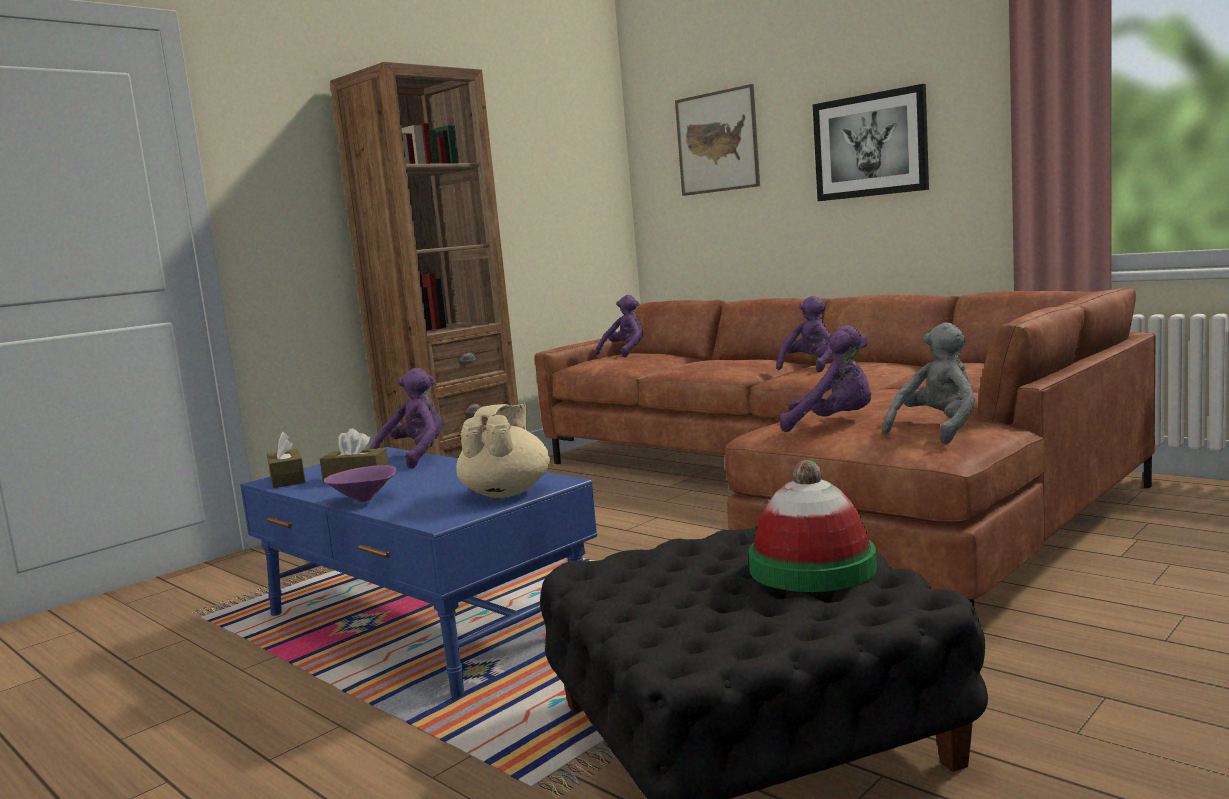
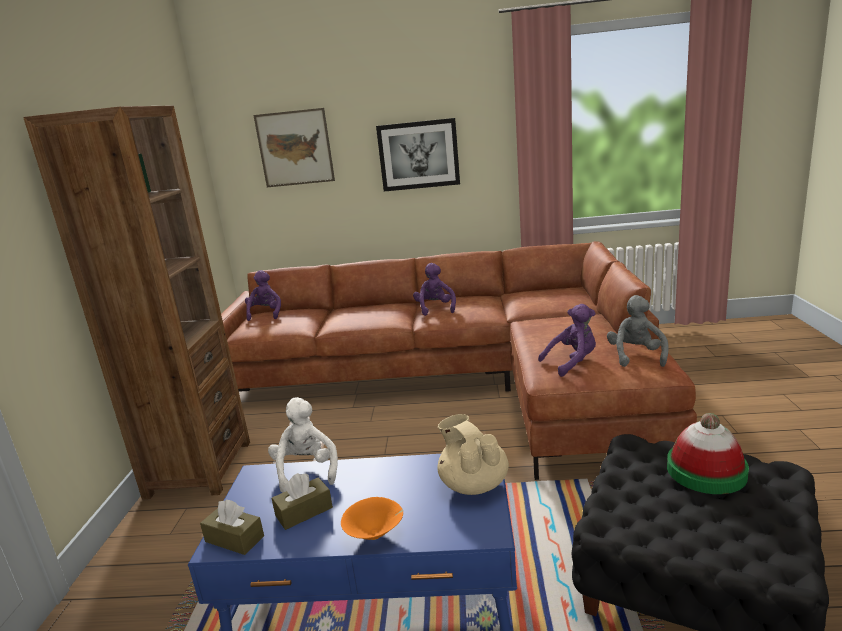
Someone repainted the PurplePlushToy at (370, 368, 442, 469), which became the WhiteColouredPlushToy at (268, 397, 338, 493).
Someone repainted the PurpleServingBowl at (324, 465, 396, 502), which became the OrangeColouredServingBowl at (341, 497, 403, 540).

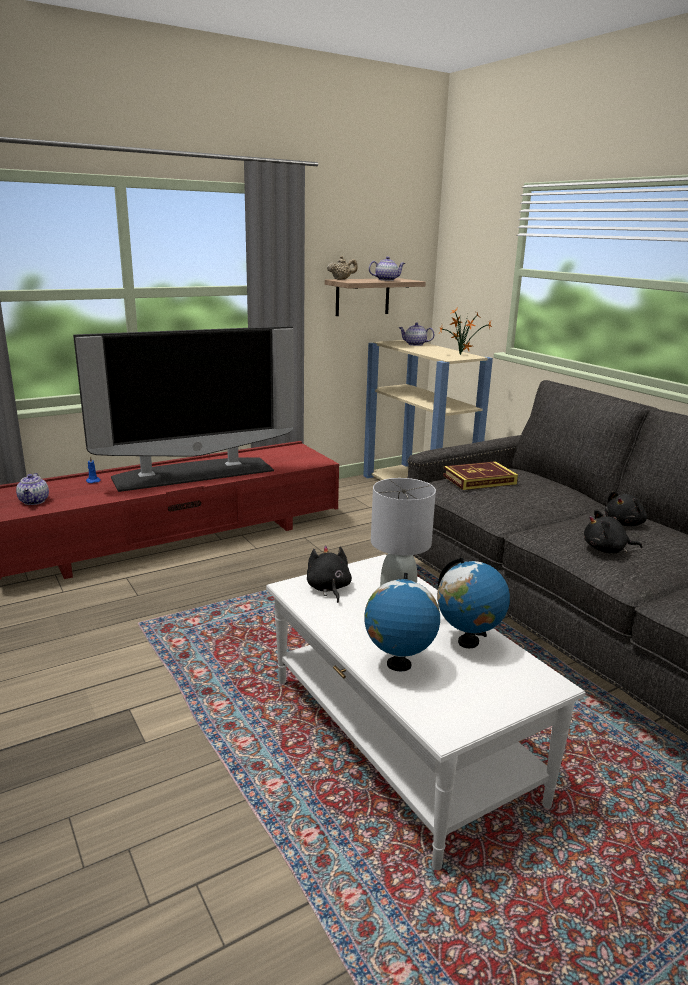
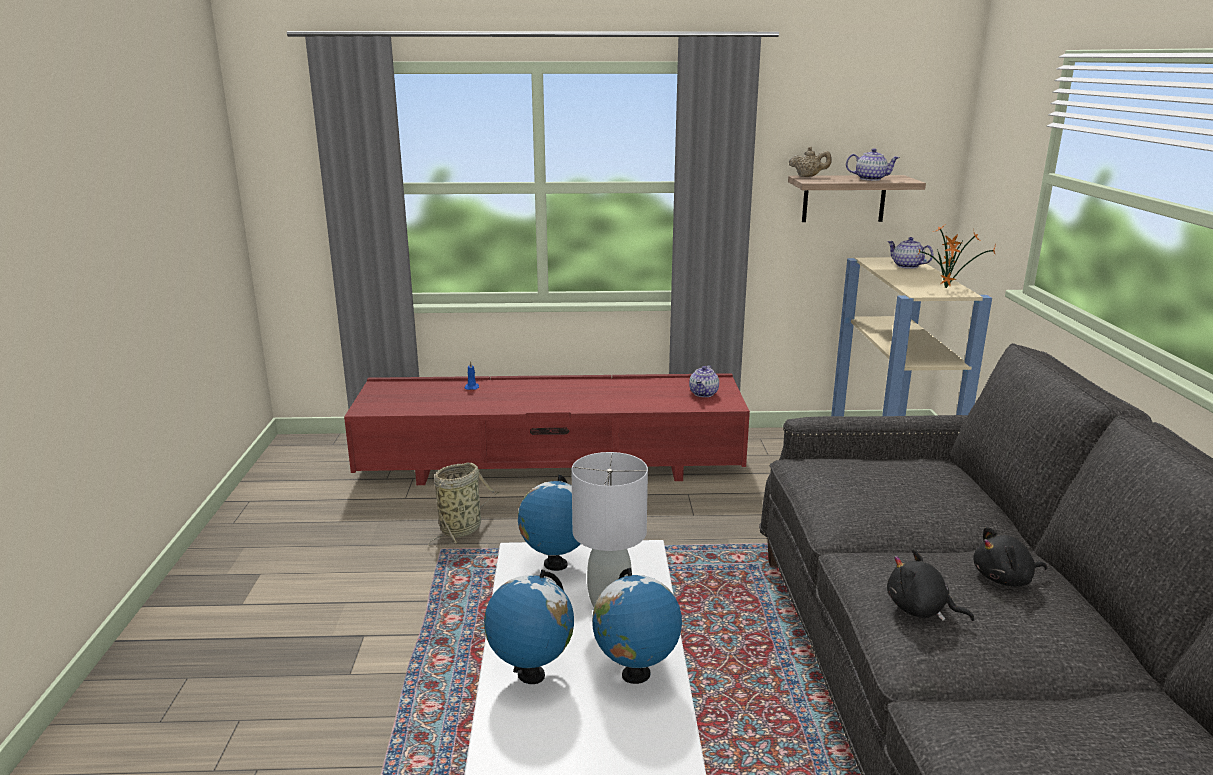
Someone took away the Television at (73, 326, 294, 492).
Someone took away the Book at (443, 461, 518, 490).
Someone carried the TeaPot from (16, 473, 49, 505) to (689, 365, 719, 397).
Someone swapped the BlackColouredPlushToy at (307, 546, 352, 603) for the DeskGlobe at (518, 475, 580, 571).
Someone put down the Basket at (428, 463, 500, 546).

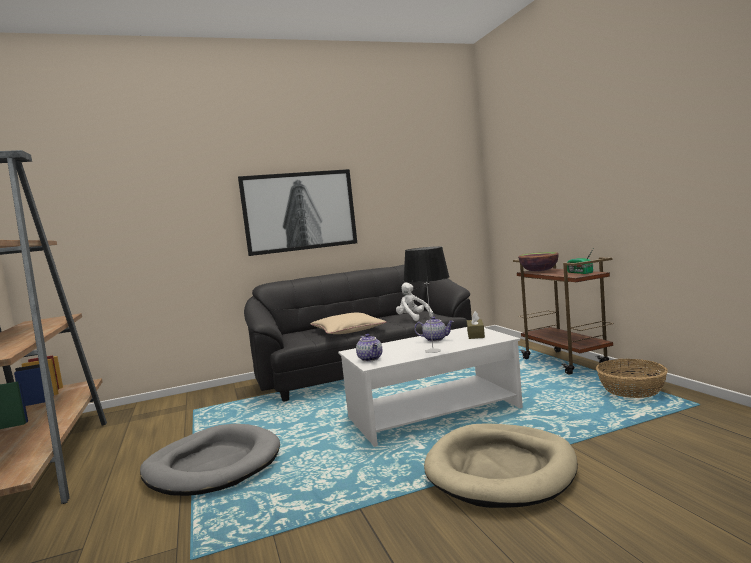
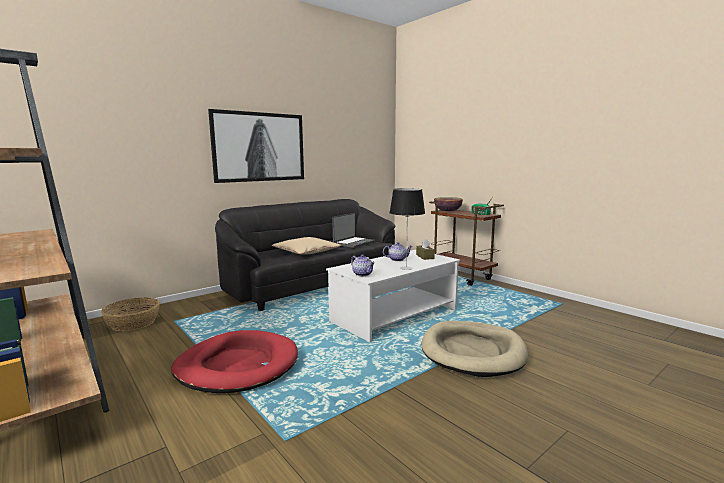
Someone swapped the WhiteColouredPlushToy at (396, 282, 434, 321) for the NotebookComputer at (332, 213, 375, 248).
Someone carried the Basket from (596, 359, 668, 398) to (101, 297, 160, 331).
Someone repainted the GrayDogCushion at (140, 424, 280, 496), which became the RedColouredDogCushion at (171, 330, 298, 393).

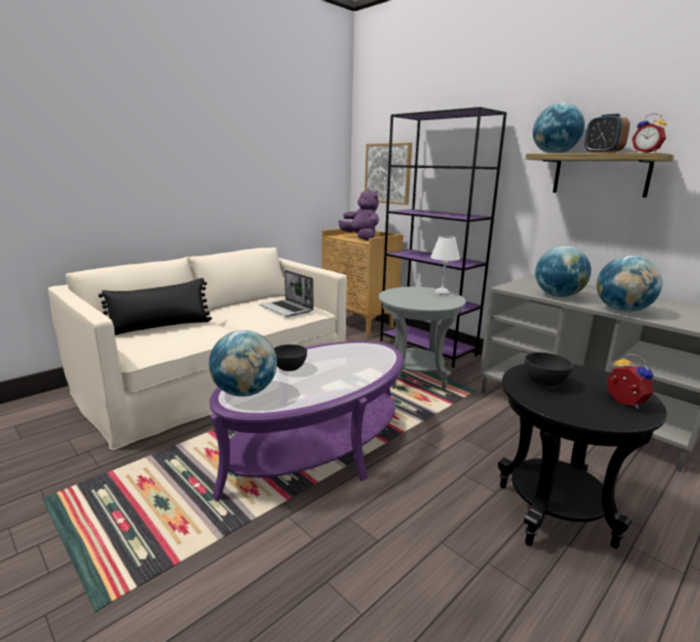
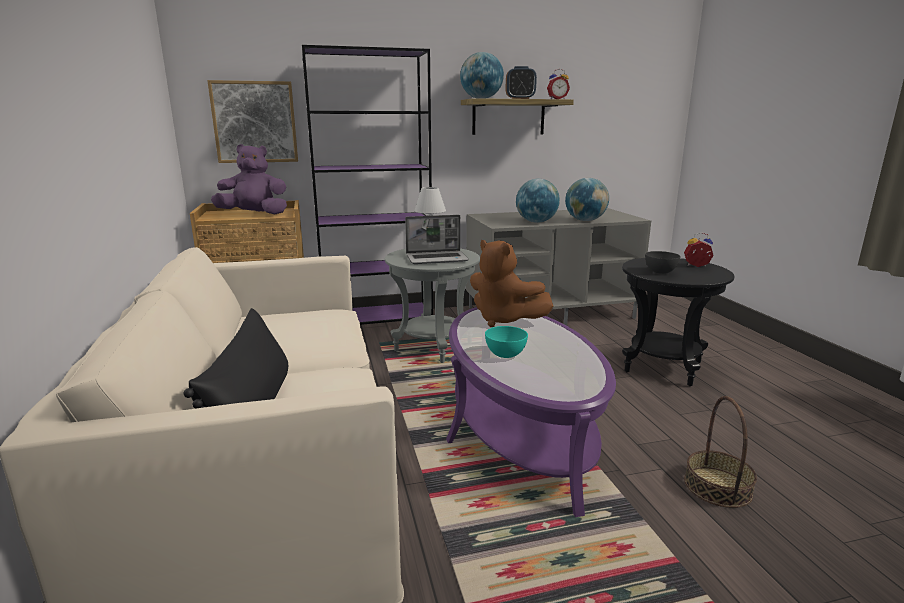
Someone carried the NotebookComputer from (259, 270, 313, 317) to (405, 215, 469, 264).
Someone took away the DeskGlobe at (209, 330, 277, 397).
Someone repainted the GrayServingBowl at (274, 344, 307, 371), which became the BlueGreenServingBowl at (485, 326, 528, 358).
Someone put down the BrownishPlushToy at (470, 240, 553, 327).
Someone put down the Basket at (684, 396, 757, 508).

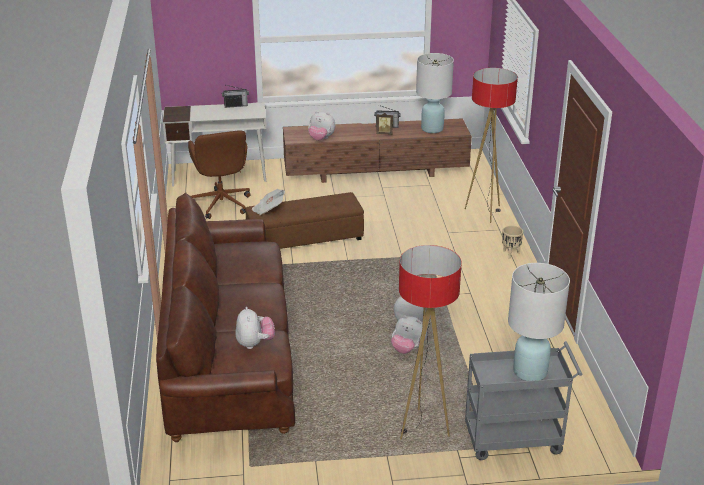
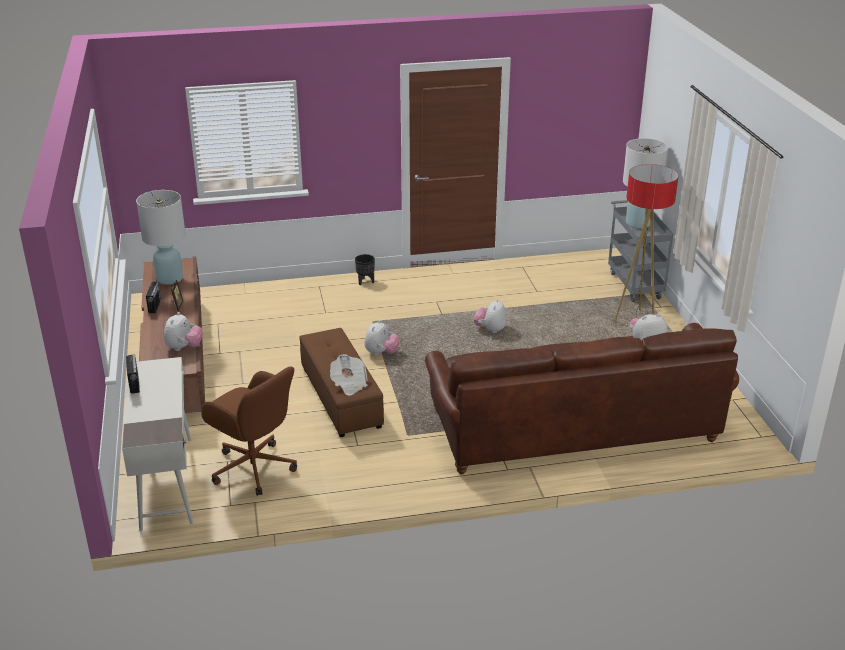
Someone took away the StandardLamp at (465, 68, 518, 223).
Someone rotated the BrownishComputerChair at (188, 130, 251, 219) by 60 degrees clockwise.
Someone repainted the SandColouredPlantPot at (502, 226, 523, 259), which became the BlackColouredPlantPot at (355, 254, 375, 285).
Someone carried the PlushToy from (391, 315, 427, 354) to (365, 320, 400, 356).

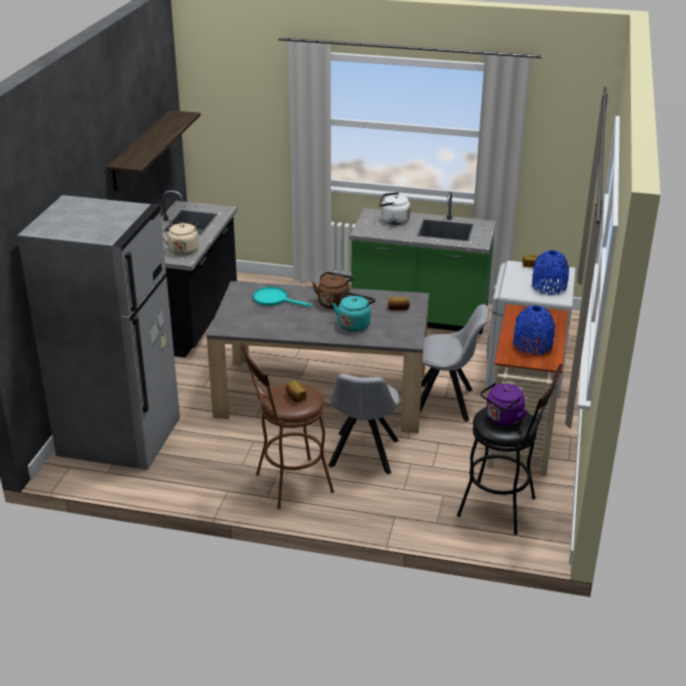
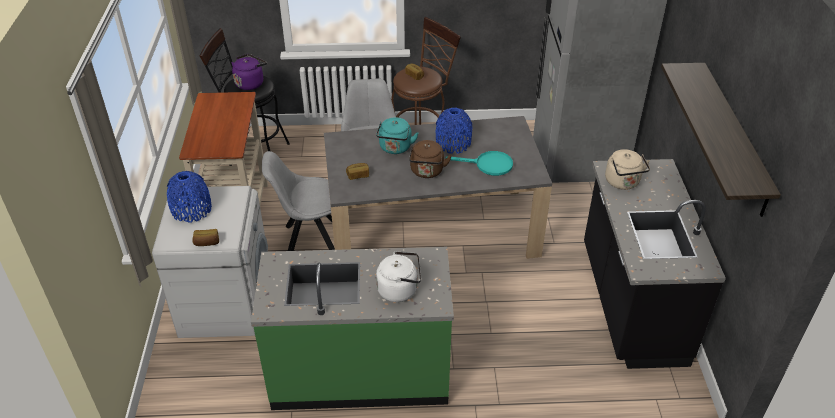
Someone carried the BlueVase from (513, 305, 555, 355) to (436, 107, 473, 154).

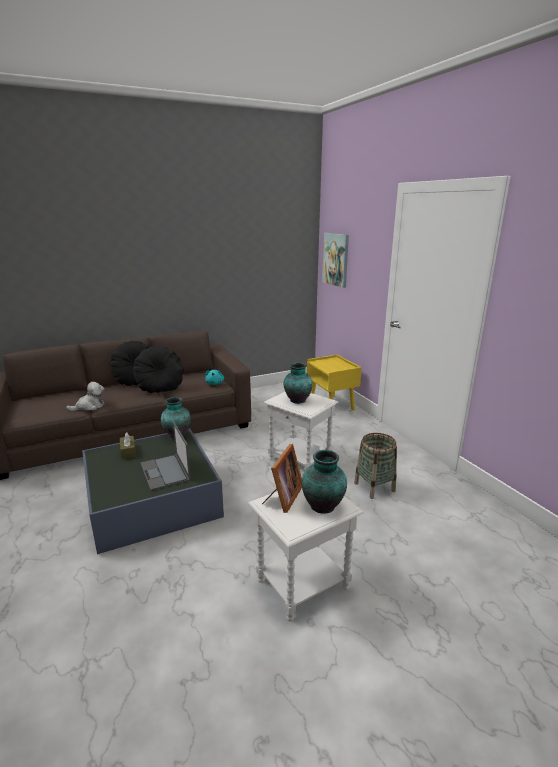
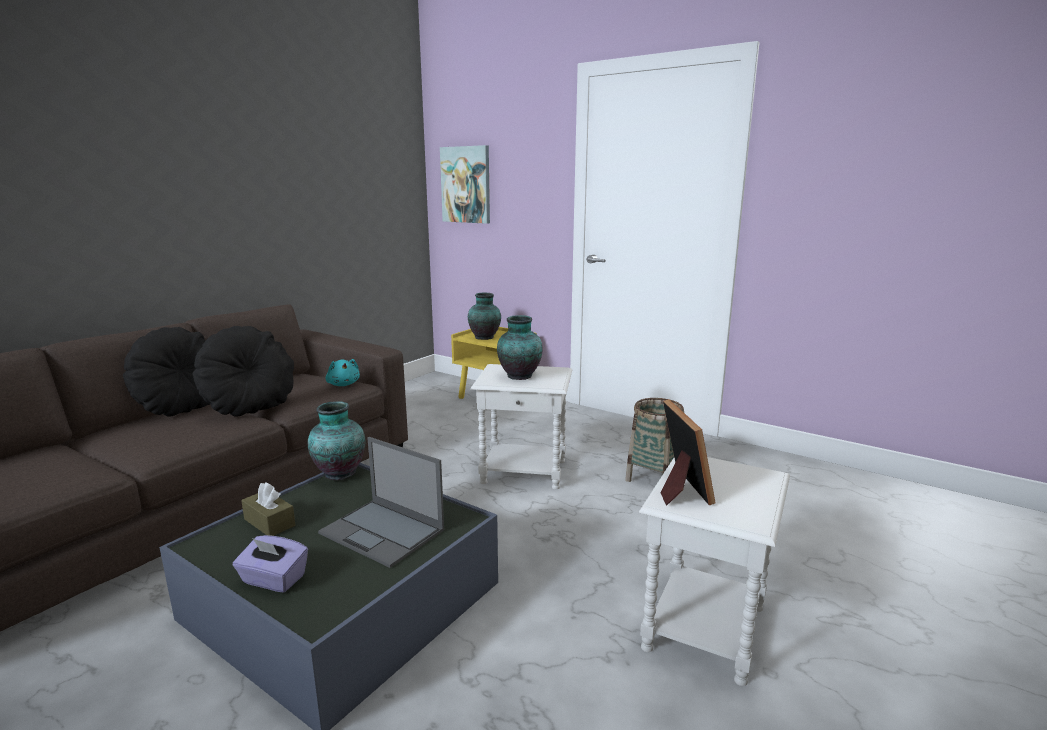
Someone took away the PlushToy at (66, 382, 105, 411).
Someone carried the Vase from (302, 450, 347, 514) to (468, 293, 501, 340).
Someone put down the PurpleTissueHolder at (233, 535, 308, 593).

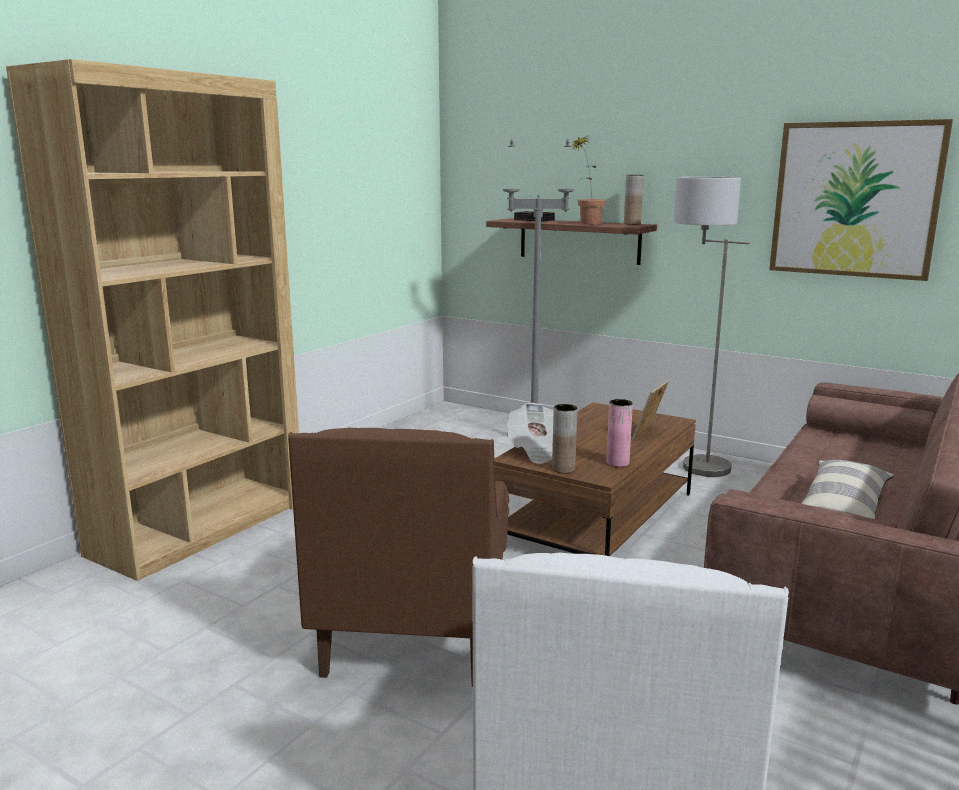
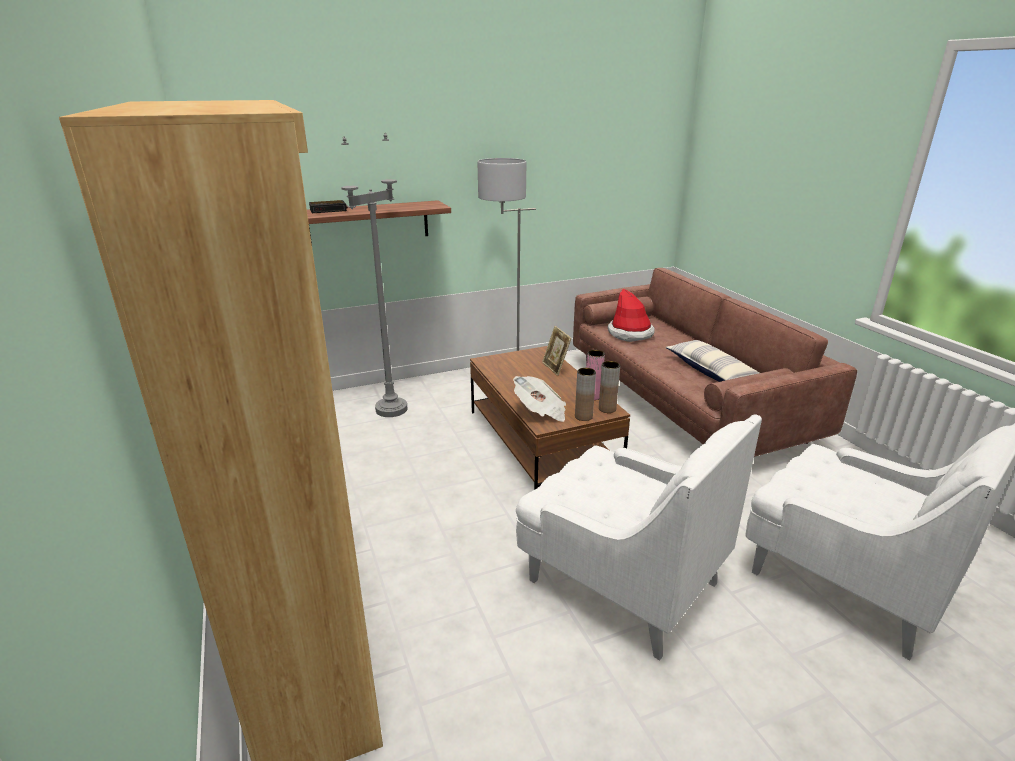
Someone took away the WallArt at (769, 119, 953, 281).
Someone took away the Houseplant at (570, 135, 605, 225).
Someone carried the BrownishVase from (624, 175, 644, 225) to (599, 361, 620, 413).
Someone repainted the BrownishEasyChair at (288, 428, 509, 687), which became the WhiteColouredEasyChair at (516, 414, 762, 660).
Someone put down the ClothingHat at (607, 289, 655, 342).

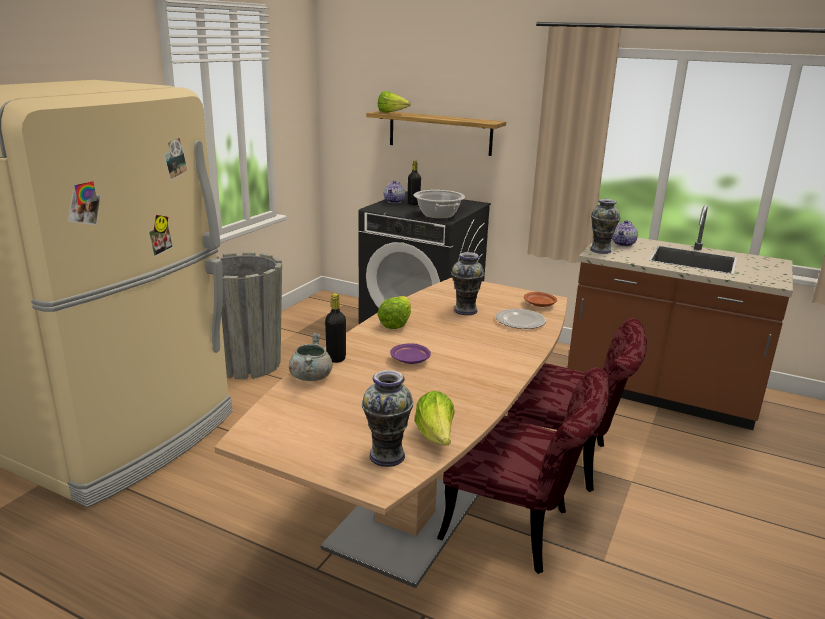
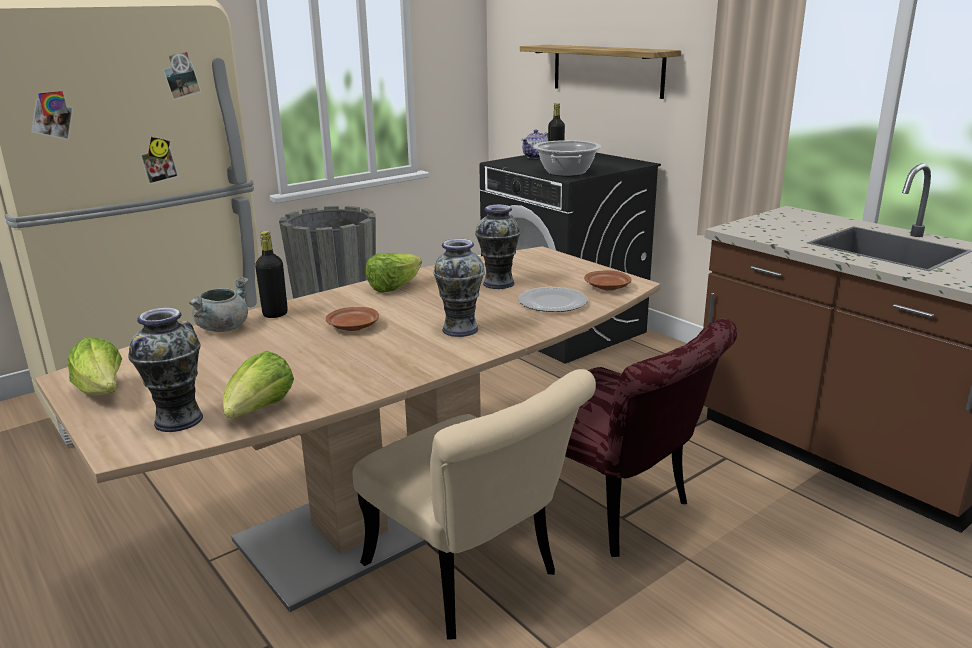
Someone carried the Lettuce from (378, 91, 411, 113) to (67, 338, 122, 396).
Someone carried the Vase from (590, 199, 620, 254) to (433, 239, 485, 337).
Someone took away the TeaPot at (612, 220, 638, 247).
Someone repainted the PurplePlate at (390, 343, 431, 364), which became the BrownishPlate at (326, 307, 379, 331).
Someone repainted the RedColouredChair at (437, 367, 610, 574), which became the SandColouredChair at (353, 369, 596, 639).

